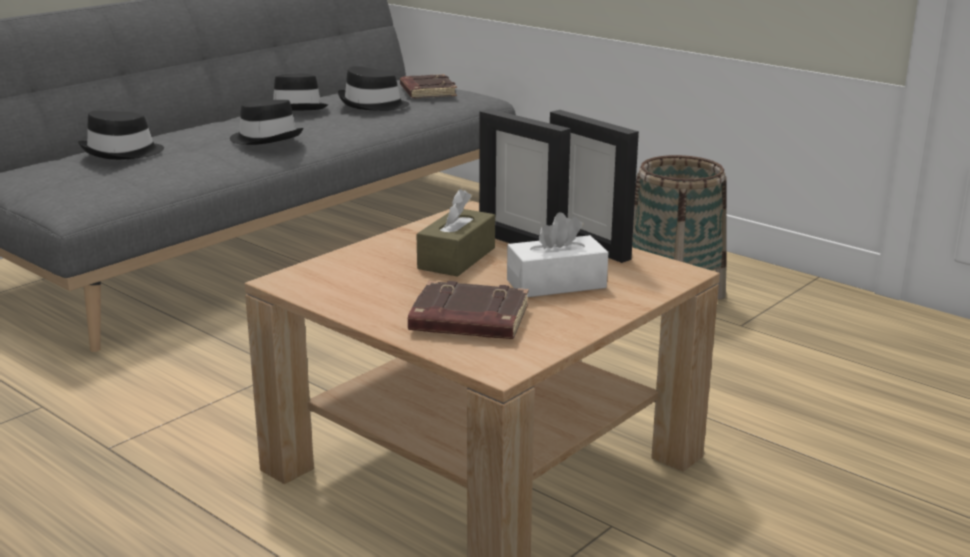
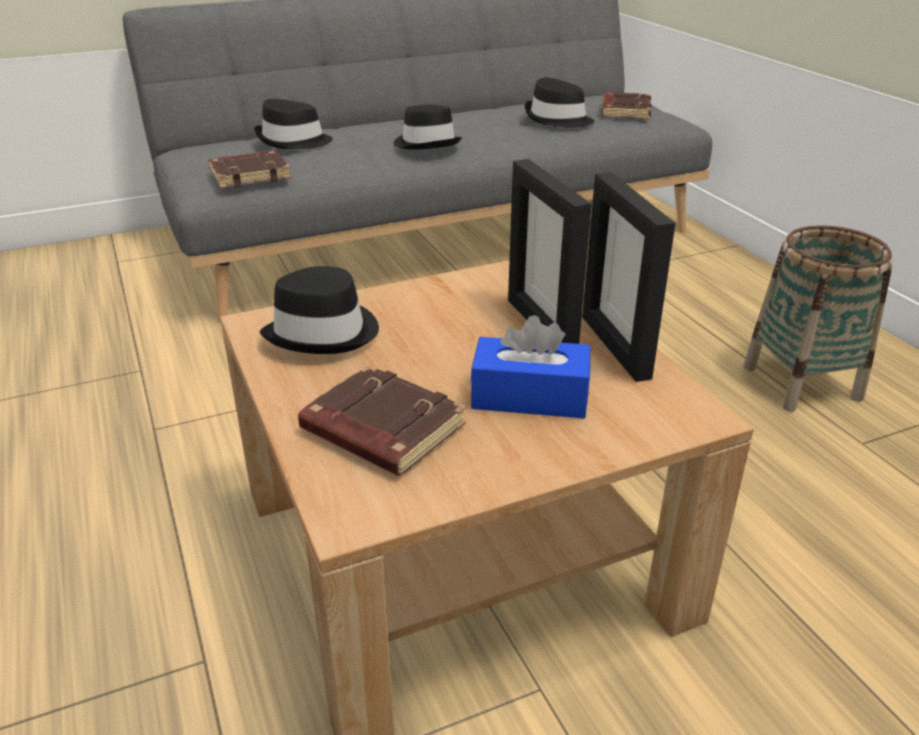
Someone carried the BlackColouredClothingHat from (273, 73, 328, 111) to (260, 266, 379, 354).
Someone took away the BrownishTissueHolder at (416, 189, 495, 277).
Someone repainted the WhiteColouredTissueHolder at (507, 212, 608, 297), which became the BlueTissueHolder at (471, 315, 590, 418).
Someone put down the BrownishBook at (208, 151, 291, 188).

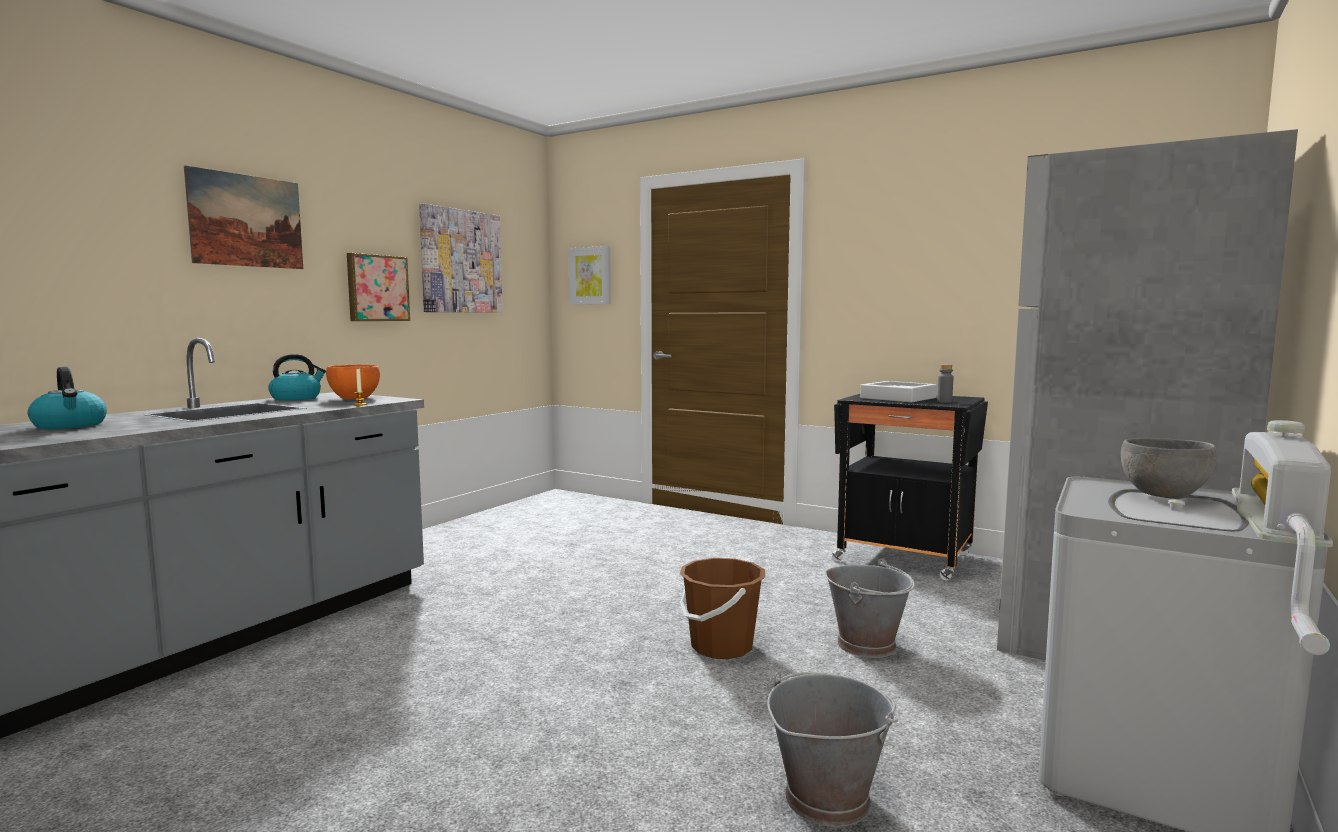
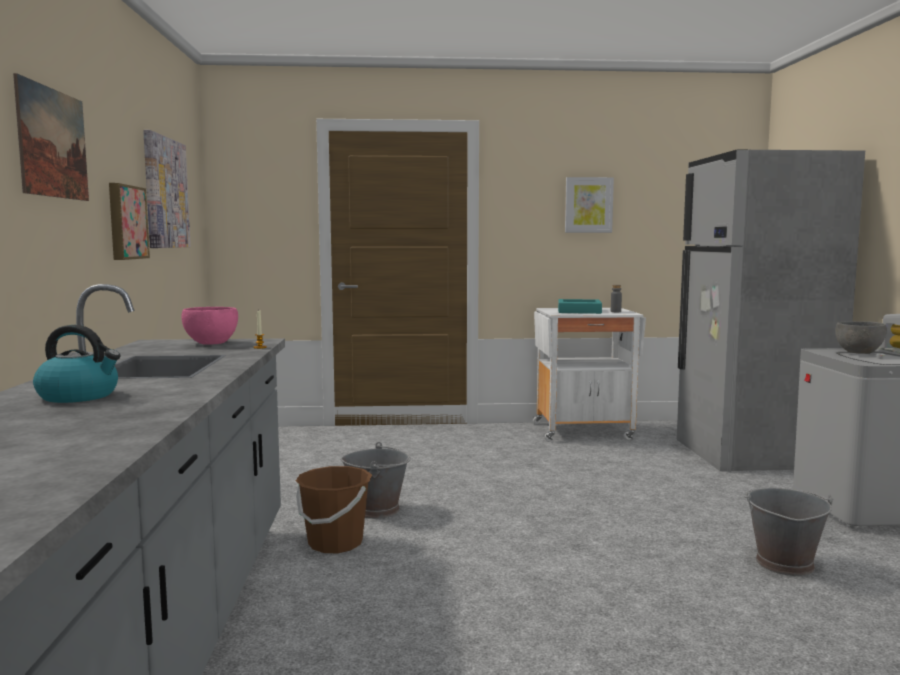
Someone carried the WallArt from (568, 246, 611, 305) to (565, 177, 614, 233).
Someone took away the WaterKettle at (268, 354, 326, 401).
Someone repainted the OrangeColouredServingBowl at (326, 364, 380, 399), which became the PinkServingBowl at (181, 307, 238, 345).
Someone repainted the GrayTray at (860, 381, 937, 402), which became the BlueGreenTray at (558, 299, 602, 314).
Someone repainted the BlackColouredCart at (832, 394, 988, 581), which became the WhiteColouredCart at (533, 308, 646, 441).
Someone carried the BrownishWaterBucket from (680, 558, 765, 659) to (296, 466, 372, 553).
Someone carried the GrayWaterBucket from (825, 558, 915, 658) to (340, 442, 411, 519).

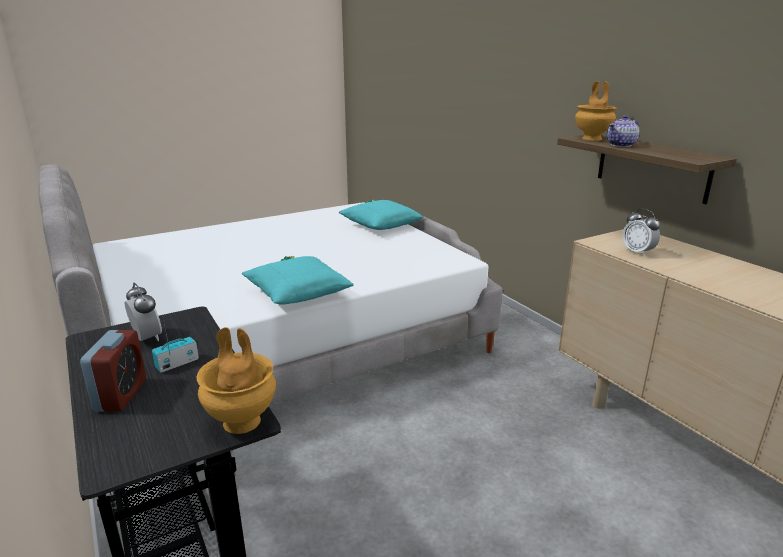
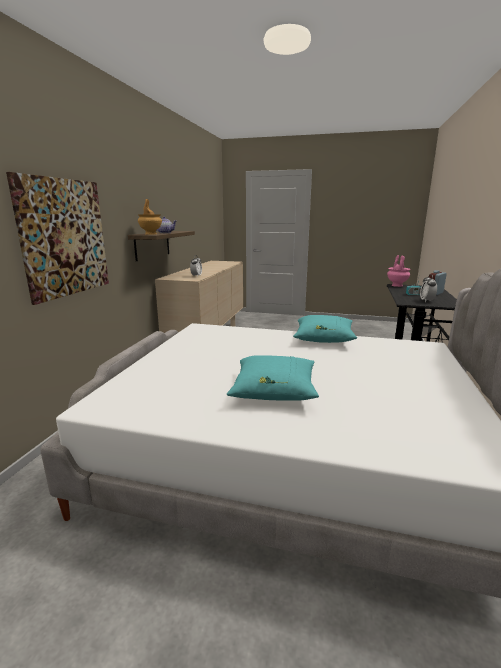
Someone carried the BlueGreenCushion from (339, 200, 423, 230) to (227, 355, 319, 401).
Someone repainted the BrownishVase at (197, 327, 276, 434), which became the PinkVase at (387, 255, 410, 287).
Someone put up the WallArt at (6, 172, 109, 305).

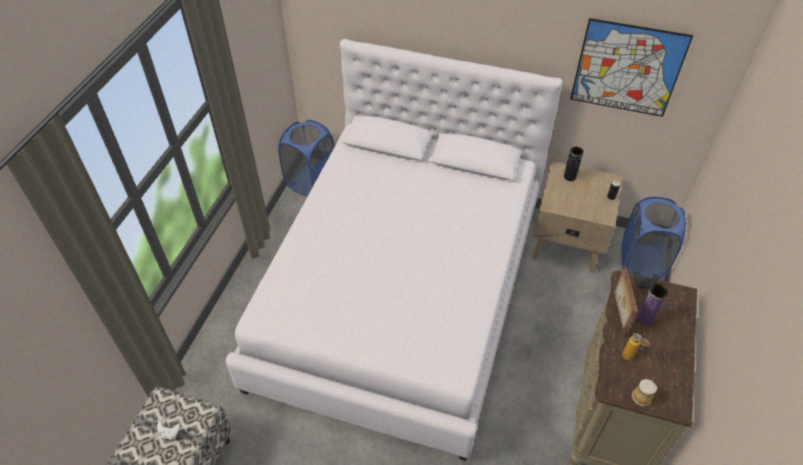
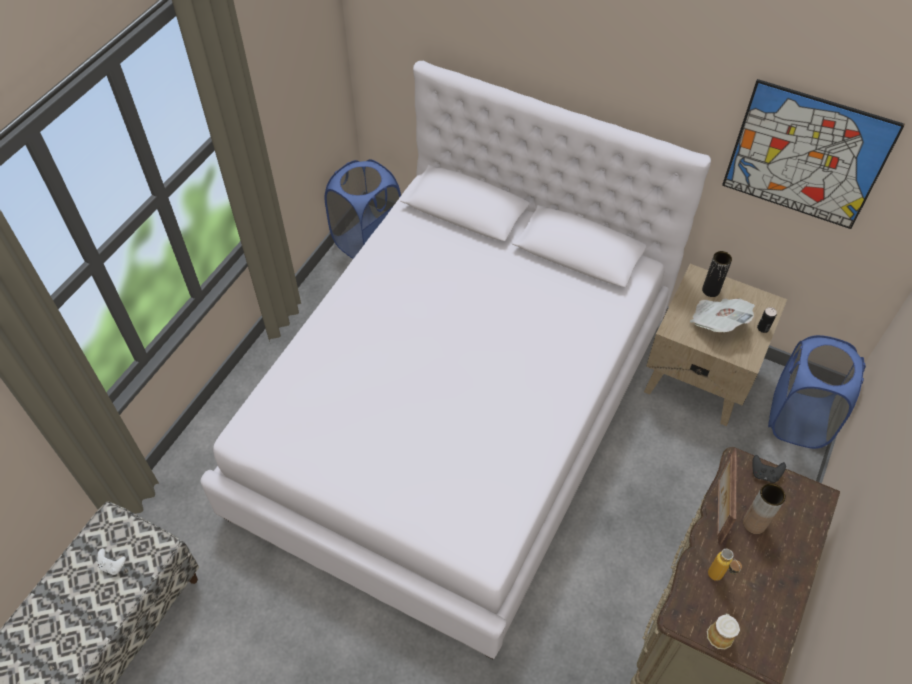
Someone repainted the PurpleVase at (637, 284, 668, 325), which became the BrownishVase at (743, 483, 786, 534).
Someone put down the PrintedPaper at (690, 298, 755, 332).

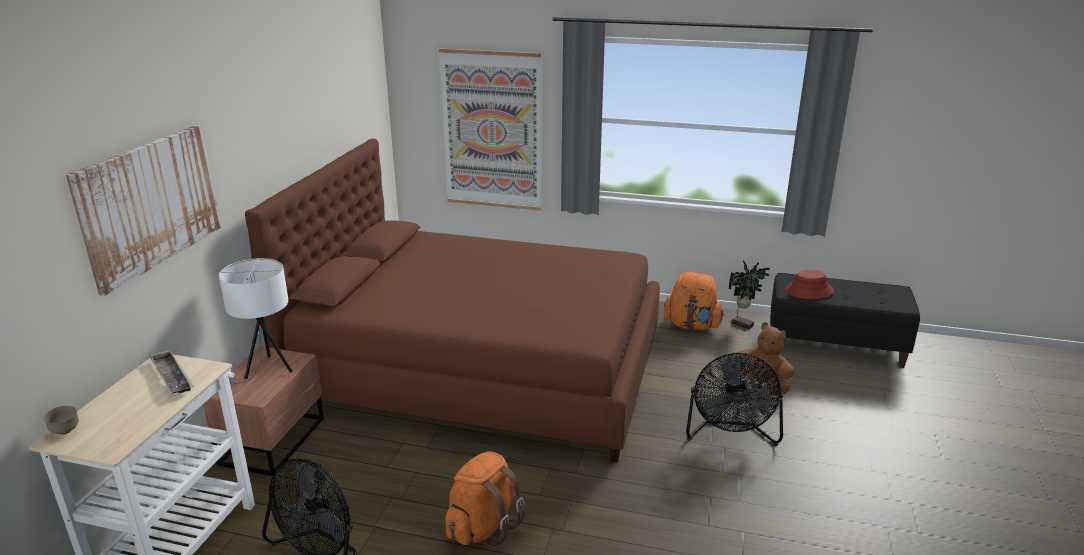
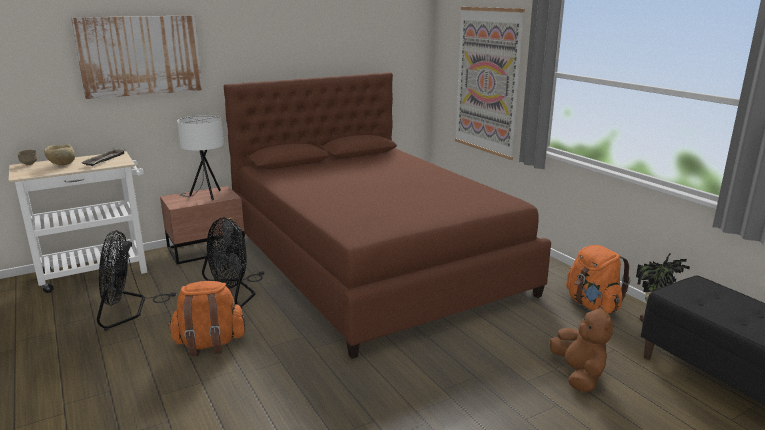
Someone took away the RedColouredClothingHat at (785, 270, 834, 299).
Someone carried the BlackColouredFan from (686, 353, 783, 446) to (202, 217, 265, 309).
Someone put down the SandColouredServingBowl at (44, 144, 75, 165).

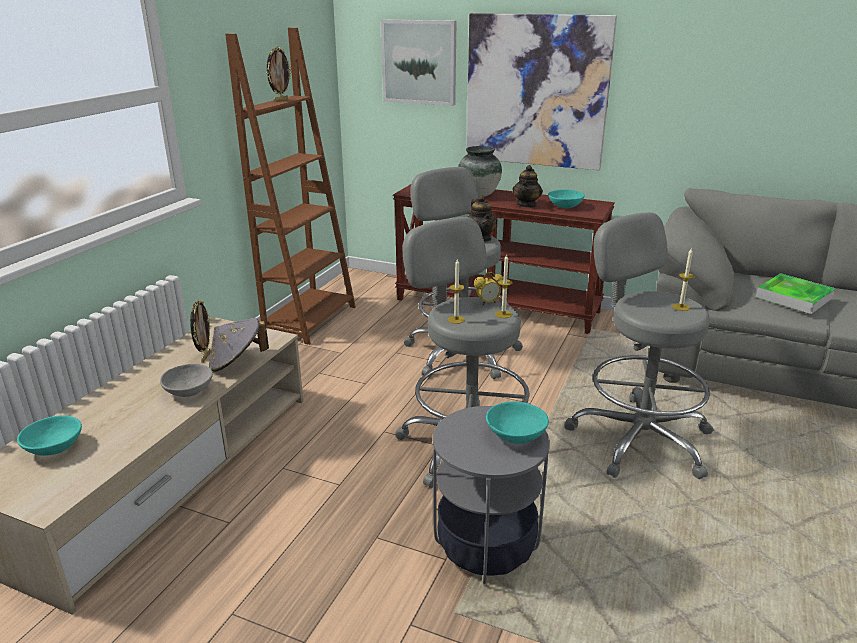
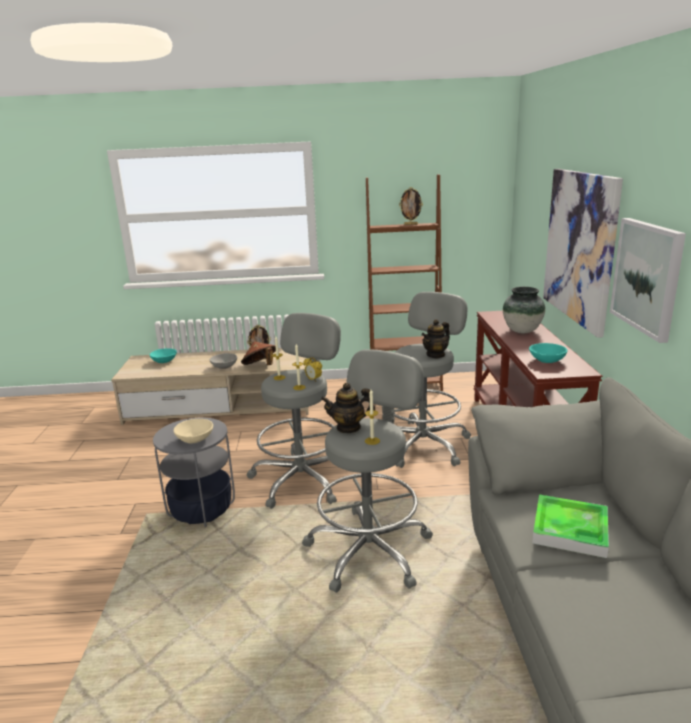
Someone carried the WallArt from (381, 19, 457, 106) to (610, 218, 686, 343).
Someone carried the TeaPot from (512, 165, 543, 208) to (321, 383, 375, 433).
Someone repainted the GrayClothingHat at (209, 318, 269, 372), which became the BrownishClothingHat at (241, 341, 276, 365).
Someone repainted the BlueGreenServingBowl at (486, 401, 549, 444), which became the SandColouredServingBowl at (174, 419, 213, 443).

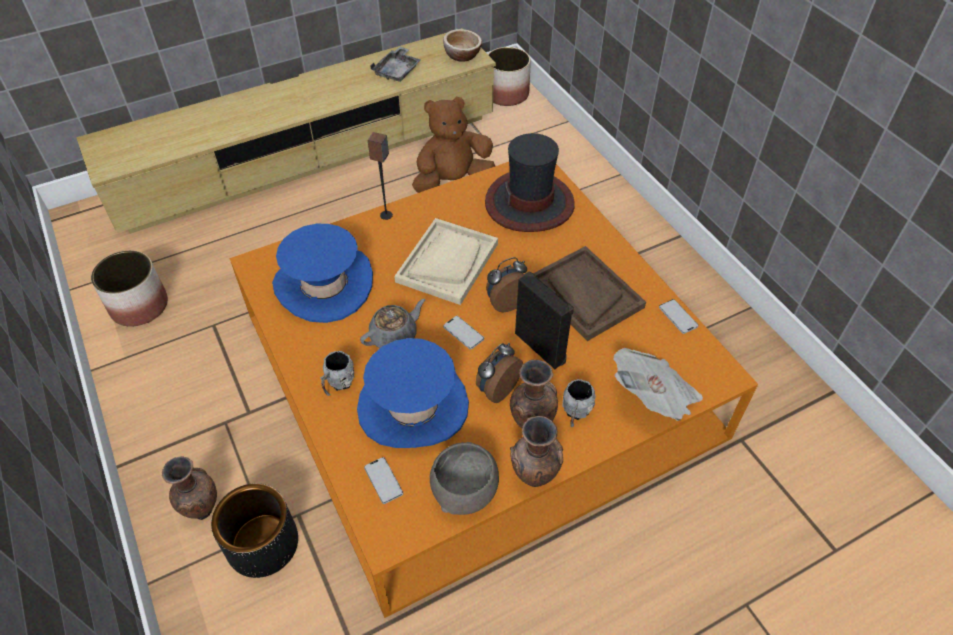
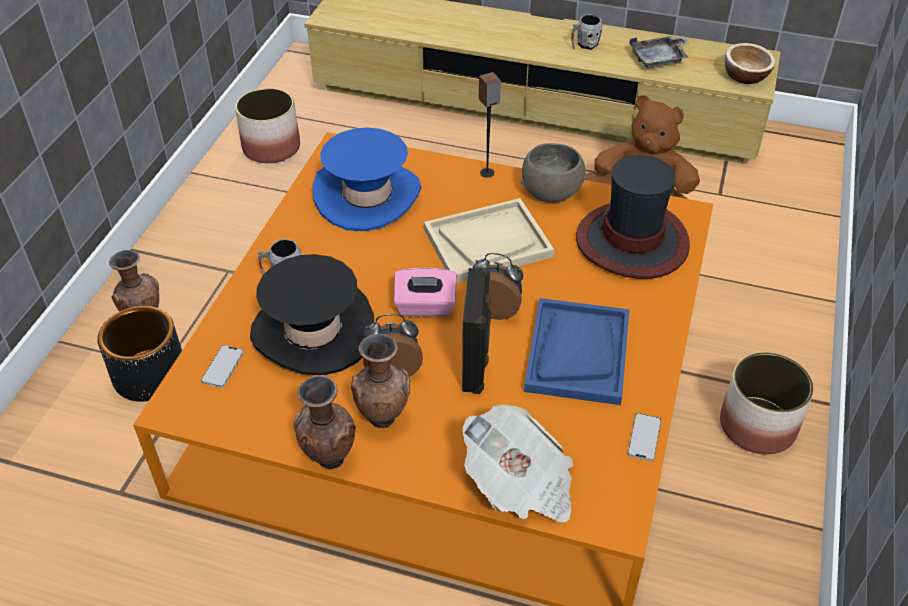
Someone carried the PlantPot from (488, 47, 531, 106) to (720, 352, 814, 454).
Someone repainted the BrownishTray at (533, 246, 646, 341), which became the BlueTray at (524, 298, 630, 405).
Someone took away the GrayTeaPot at (360, 299, 425, 349).
Someone swapped the Handset at (443, 316, 484, 350) for the PinkTissueHolder at (394, 268, 457, 317).
Someone repainted the BlueClothingHat at (357, 338, 469, 448), which became the BlackColouredClothingHat at (250, 254, 374, 375).
Someone carried the GrayTeaMug from (562, 379, 596, 427) to (572, 15, 602, 50).
Someone carried the GrayServingBowl from (430, 442, 499, 515) to (521, 143, 586, 203).

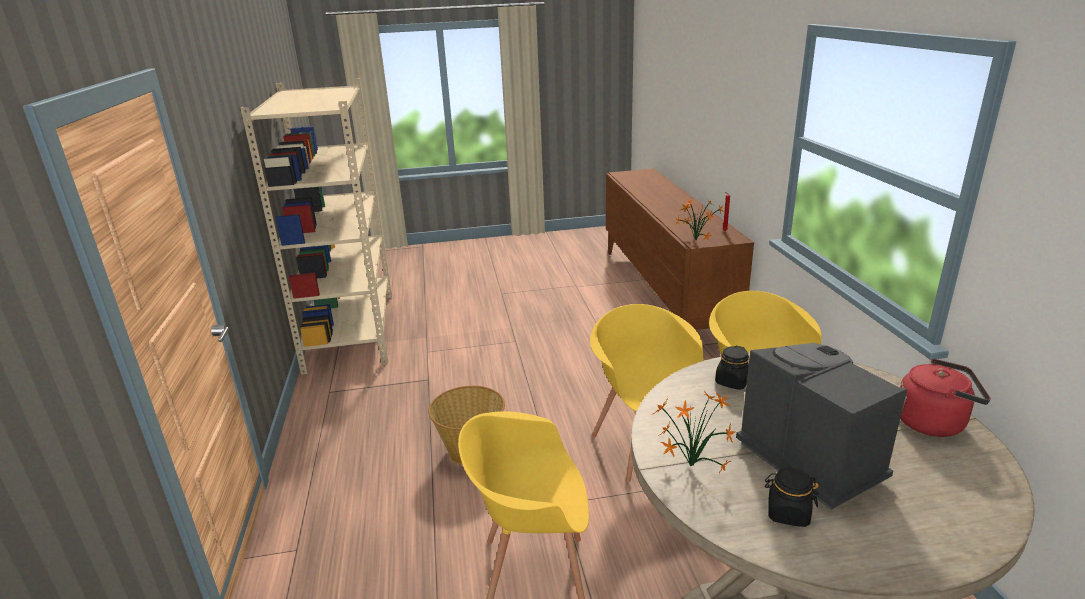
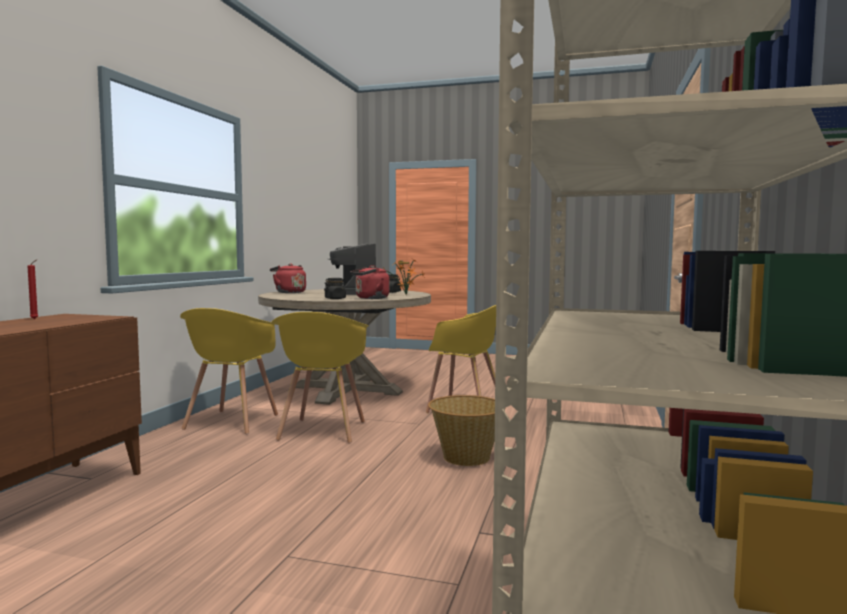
Someone took away the Houseplant at (675, 198, 724, 241).
Someone put down the RedColouredWaterKettle at (350, 265, 390, 299).

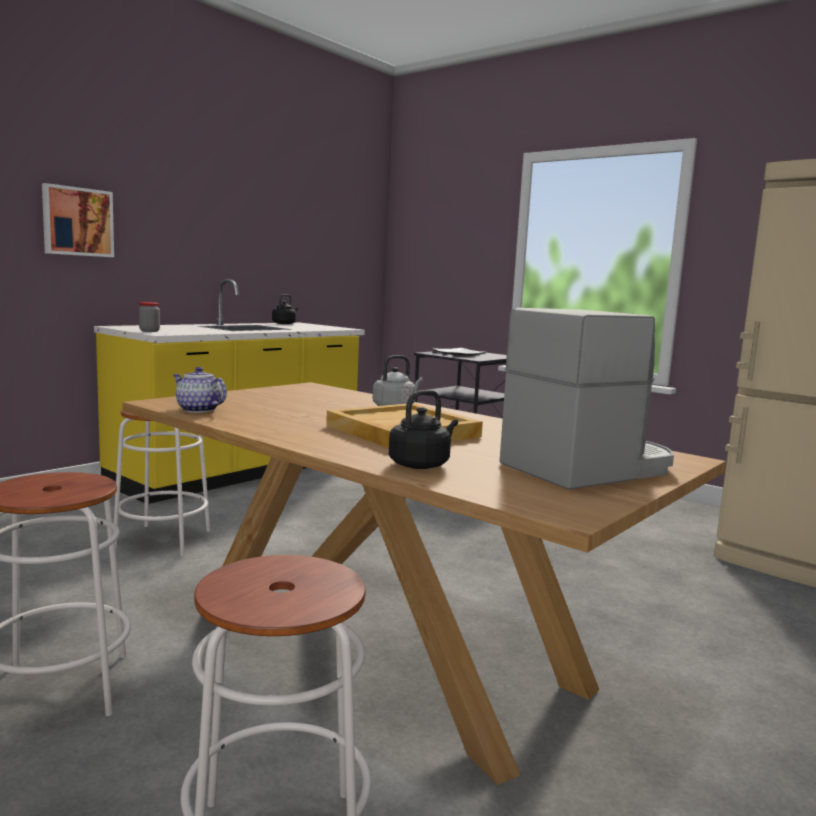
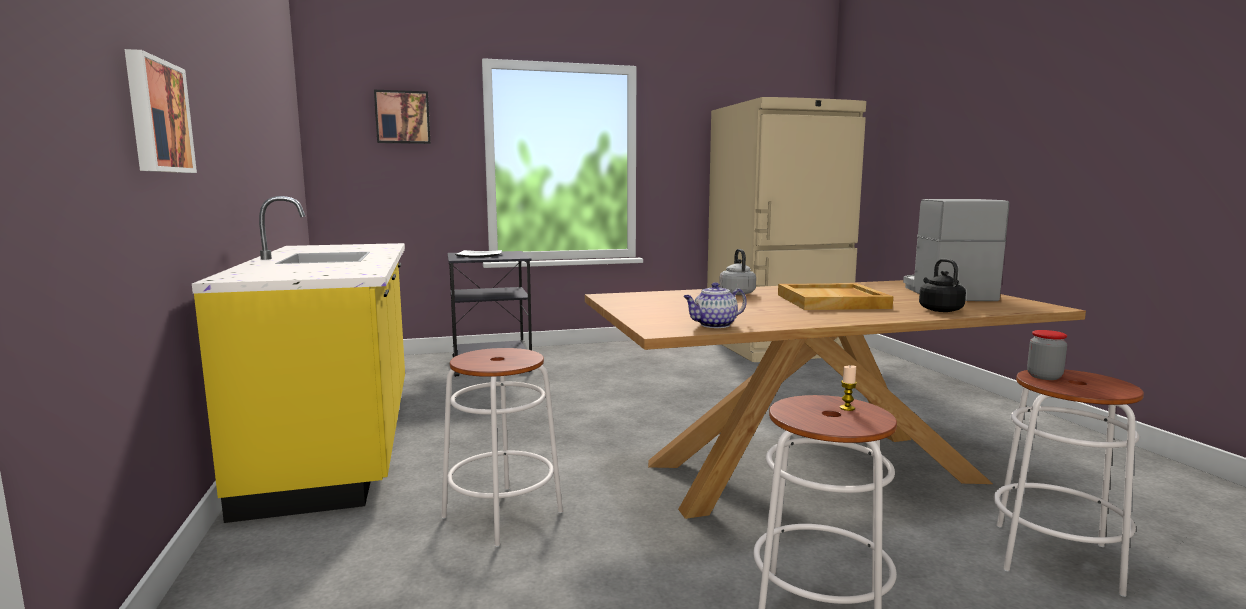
Someone took away the BlackColouredWaterKettle at (272, 294, 298, 324).
Someone carried the PreserveJar from (139, 302, 160, 332) to (1027, 330, 1067, 380).
Someone put up the WallArt at (374, 90, 431, 144).
Someone put down the Candle at (840, 365, 857, 411).

